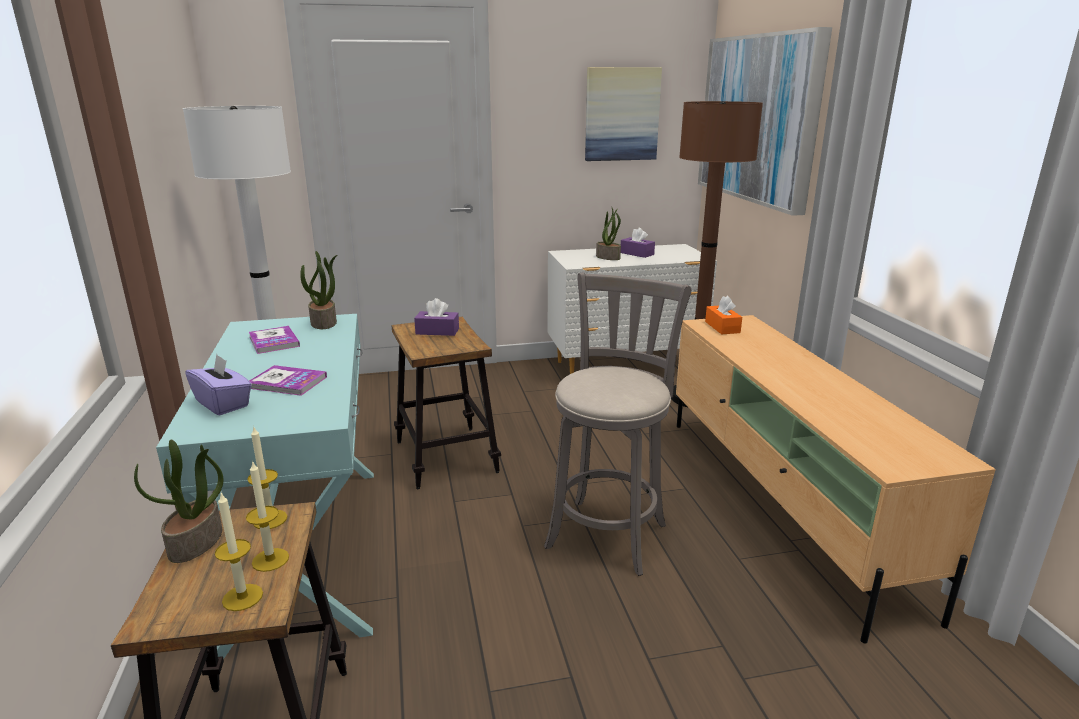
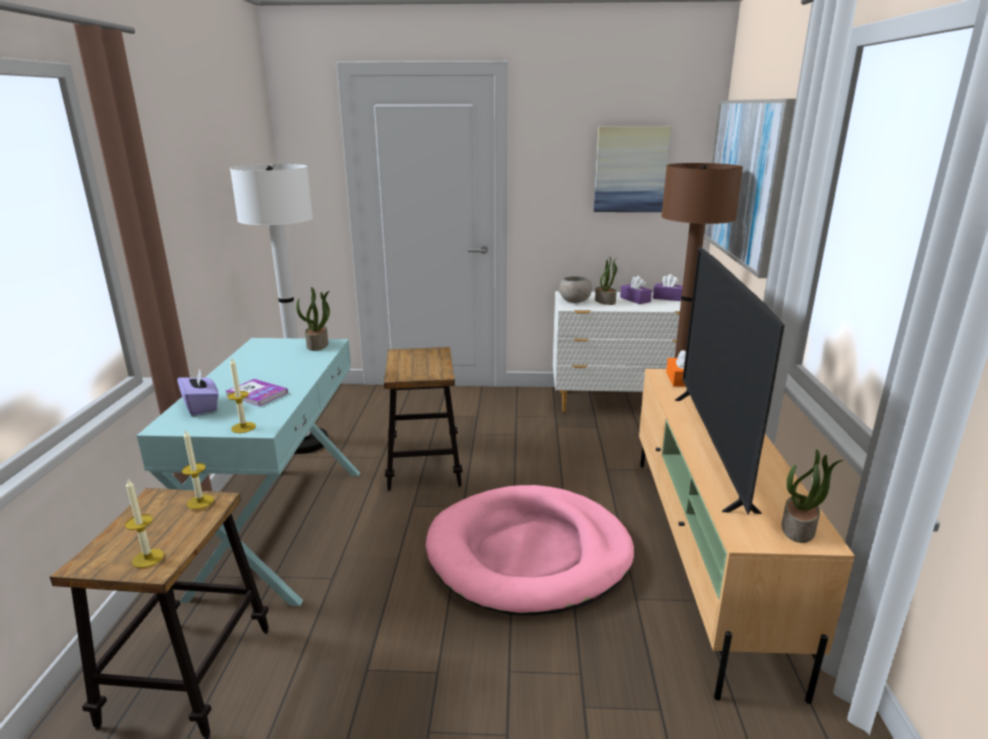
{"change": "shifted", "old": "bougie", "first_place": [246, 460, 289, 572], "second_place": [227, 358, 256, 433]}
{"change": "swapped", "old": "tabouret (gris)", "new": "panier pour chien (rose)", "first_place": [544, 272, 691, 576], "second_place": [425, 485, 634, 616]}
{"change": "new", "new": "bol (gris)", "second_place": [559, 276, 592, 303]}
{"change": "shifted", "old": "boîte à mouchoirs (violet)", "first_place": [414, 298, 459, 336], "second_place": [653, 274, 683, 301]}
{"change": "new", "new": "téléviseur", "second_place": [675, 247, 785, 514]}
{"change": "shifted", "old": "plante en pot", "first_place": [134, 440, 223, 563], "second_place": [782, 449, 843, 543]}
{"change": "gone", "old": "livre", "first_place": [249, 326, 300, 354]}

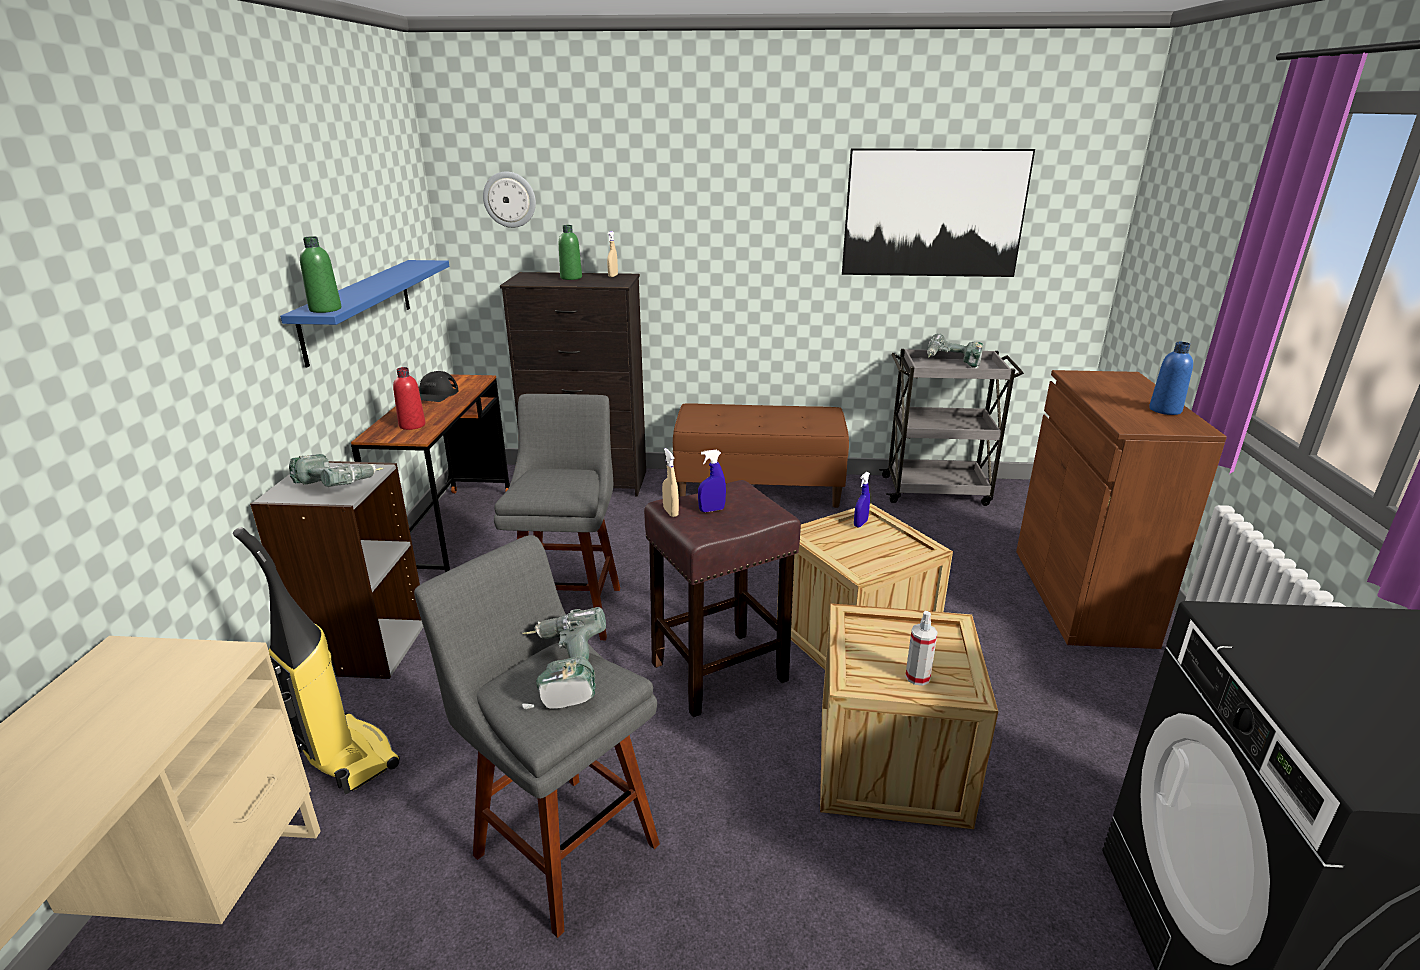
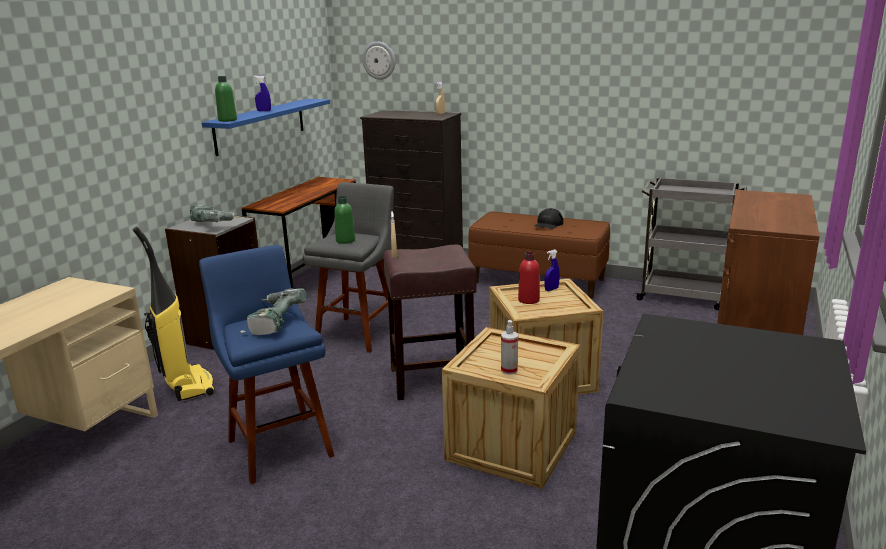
{"change": "repainted", "old": "tabouret (gris)", "new": "tabouret (bleu)", "first_place": [414, 535, 660, 938], "second_place": [199, 245, 334, 484]}
{"change": "shifted", "old": "vaporisateur (bleu)", "first_place": [698, 450, 726, 512], "second_place": [254, 76, 271, 111]}
{"change": "shifted", "old": "bouteille (vert)", "first_place": [559, 225, 582, 280], "second_place": [334, 196, 355, 244]}
{"change": "shifted", "old": "bouteille (rouge)", "first_place": [393, 367, 425, 430], "second_place": [518, 252, 540, 304]}
{"change": "shifted", "old": "casquette (noir)", "first_place": [419, 371, 459, 402], "second_place": [534, 208, 563, 229]}
{"change": "gone", "old": "tableau", "first_place": [842, 148, 1035, 277]}
{"change": "gone", "old": "perceuse", "first_place": [927, 334, 983, 368]}
{"change": "gone", "old": "bouteille (bleu)", "first_place": [1149, 342, 1193, 415]}

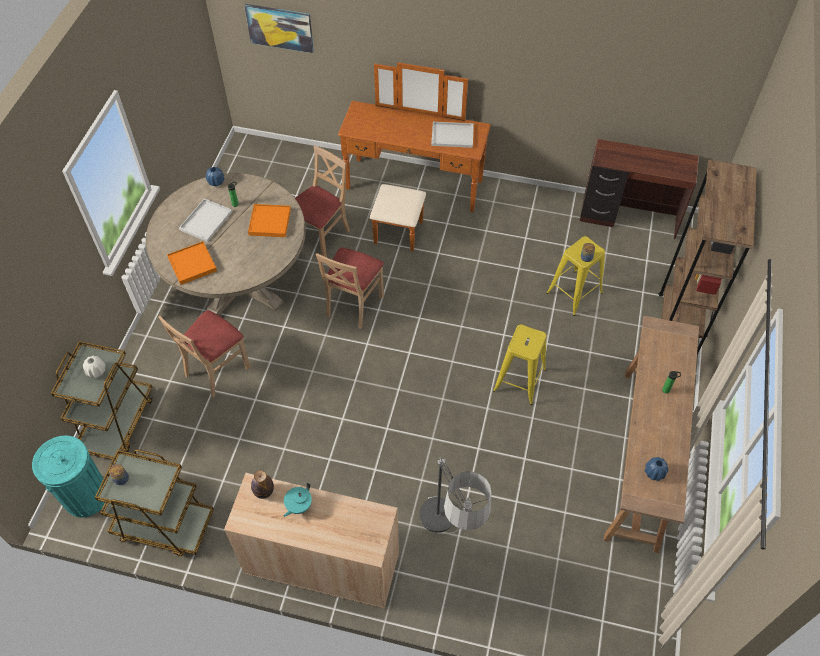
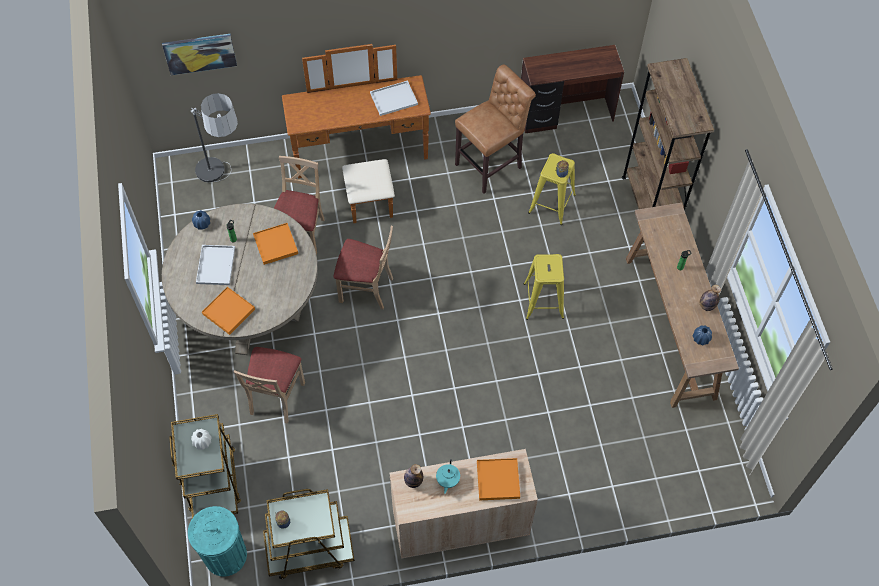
{"change": "shifted", "old": "lampadaire", "first_place": [419, 457, 491, 534], "second_place": [191, 93, 238, 182]}
{"change": "rotated", "old": "chaise (beige)", "first_place": [316, 248, 384, 329], "second_place": [334, 226, 393, 309], "degrees": -75}
{"change": "new", "new": "tabouret (marron)", "second_place": [455, 64, 536, 194]}
{"change": "new", "new": "plateau (orange)", "second_place": [477, 458, 520, 500]}
{"change": "new", "new": "bouteille", "second_place": [700, 285, 721, 311]}

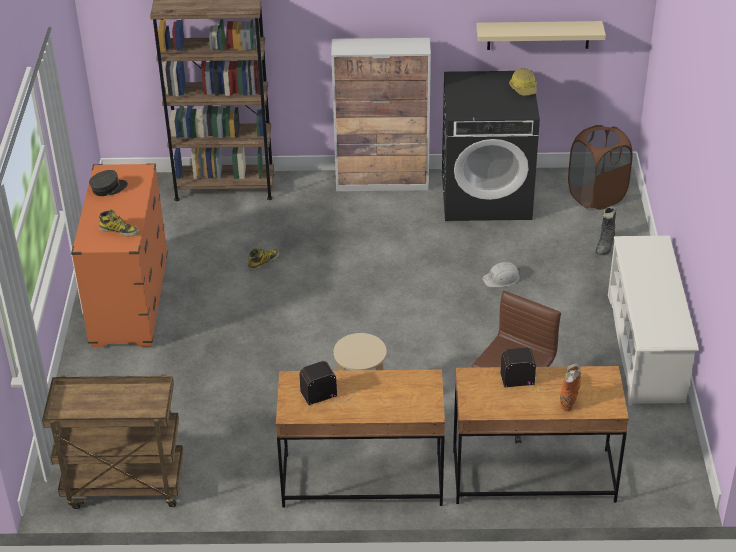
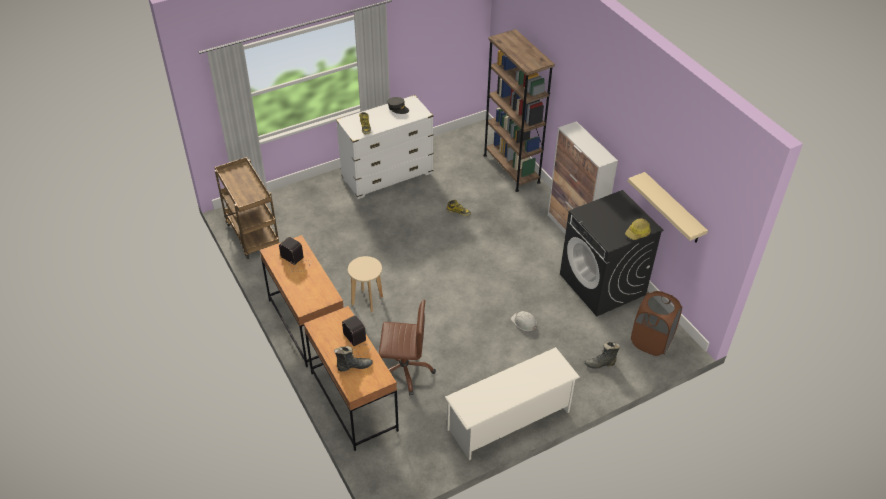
{"change": "repainted", "old": "botte (orange)", "new": "botte (noir)", "first_place": [560, 364, 581, 411], "second_place": [334, 346, 373, 372]}
{"change": "repainted", "old": "commode (orange)", "new": "commode (blanc)", "first_place": [71, 163, 168, 348], "second_place": [336, 95, 434, 199]}

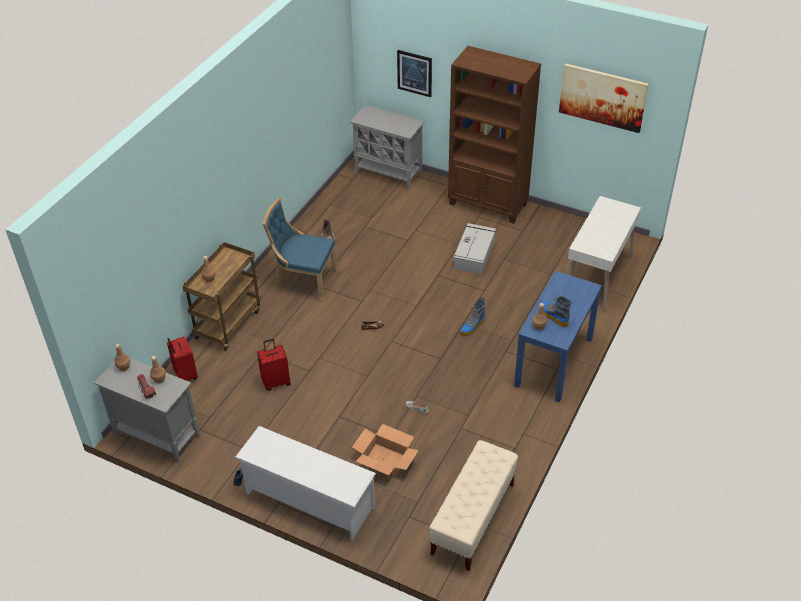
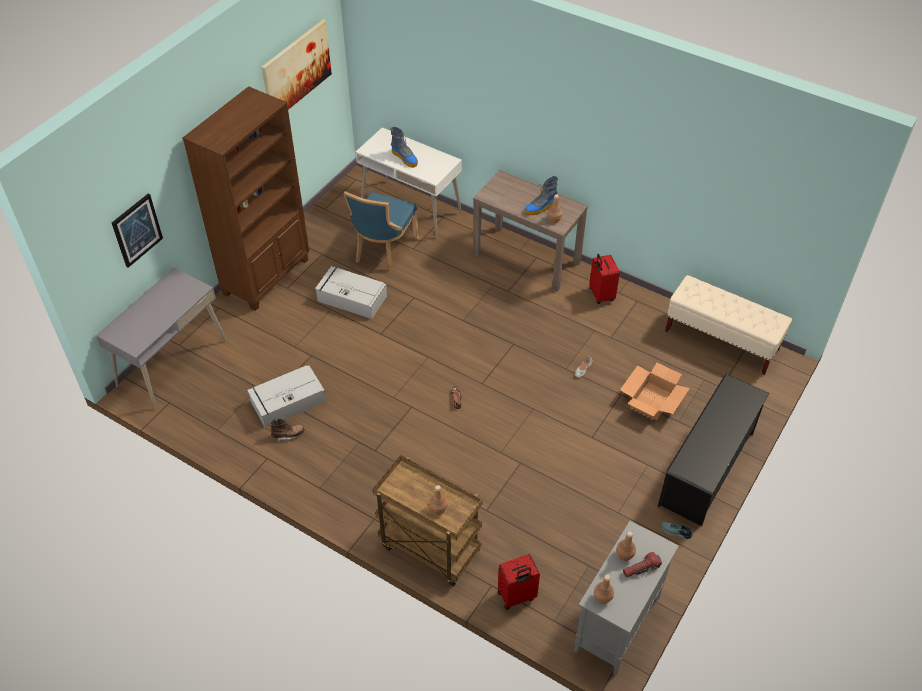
{"change": "swapped", "old": "meuble de rangement (gris)", "new": "bureau (gris)", "first_place": [350, 105, 425, 190], "second_place": [96, 268, 227, 409]}
{"change": "new", "new": "boîte de rangement (gris)", "second_place": [247, 365, 326, 428]}
{"change": "shifted", "old": "chaise (bleu)", "first_place": [263, 198, 338, 301], "second_place": [344, 191, 419, 272]}
{"change": "shifted", "old": "botte", "first_place": [460, 297, 485, 336], "second_place": [390, 127, 418, 168]}
{"change": "repainted", "old": "table console (bleu)", "new": "table console (marron)", "first_place": [514, 271, 602, 403], "second_place": [473, 170, 588, 292]}
{"change": "shifted", "old": "valise (rouge)", "first_place": [257, 339, 291, 391], "second_place": [589, 254, 620, 304]}
{"change": "repainted", "old": "étagère à chaussures (blanc)", "new": "étagère à chaussures (noir)", "first_place": [235, 426, 376, 540], "second_place": [658, 374, 769, 526]}

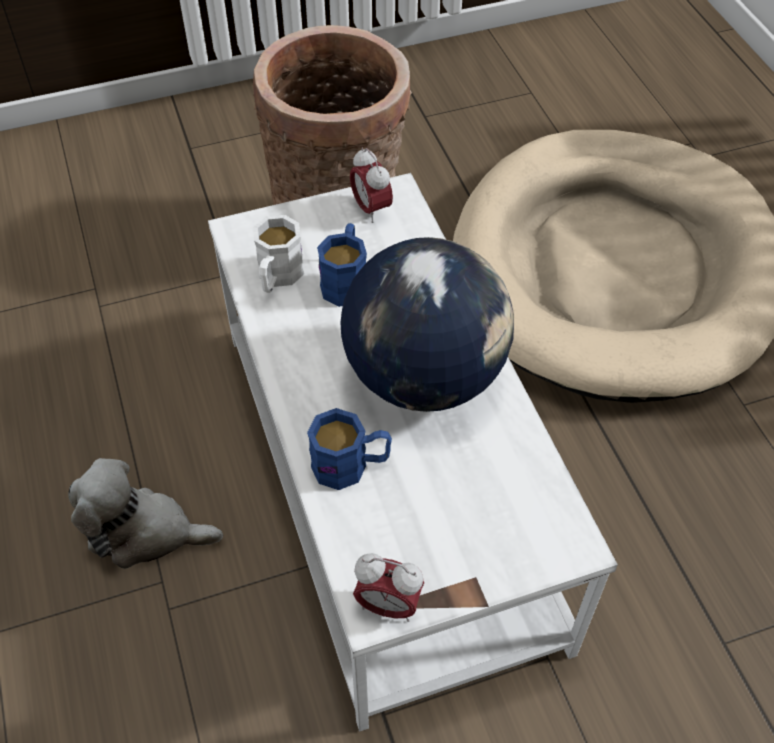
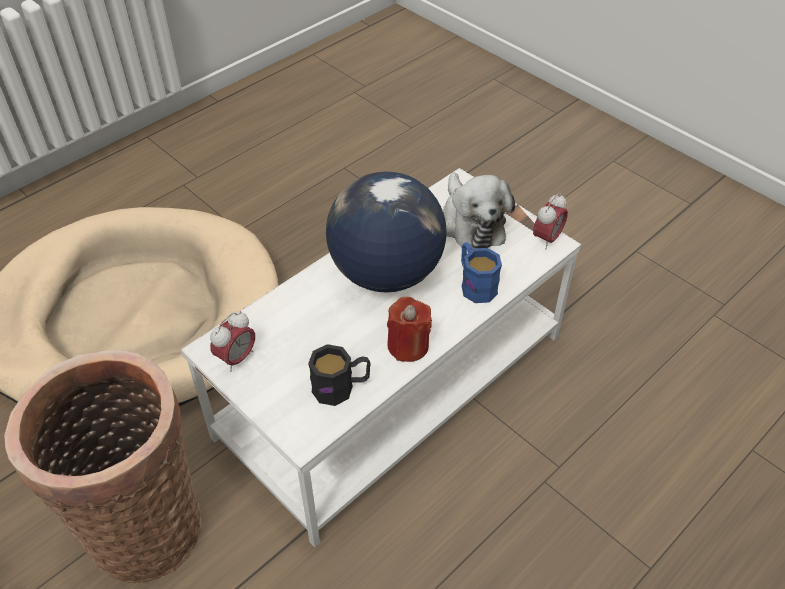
{"change": "repainted", "old": "mug (blanc)", "new": "mug (noir)", "first_place": [253, 215, 304, 293], "second_place": [308, 344, 371, 406]}
{"change": "new", "new": "bougie (rouge)", "second_place": [387, 297, 432, 362]}
{"change": "shifted", "old": "peluche", "first_place": [68, 458, 223, 569], "second_place": [443, 172, 515, 249]}
{"change": "rotated", "old": "réveil", "first_place": [353, 553, 424, 622], "second_place": [533, 193, 568, 249], "degrees": 45}
{"change": "gone", "old": "mug (bleu)", "first_place": [317, 223, 367, 307]}

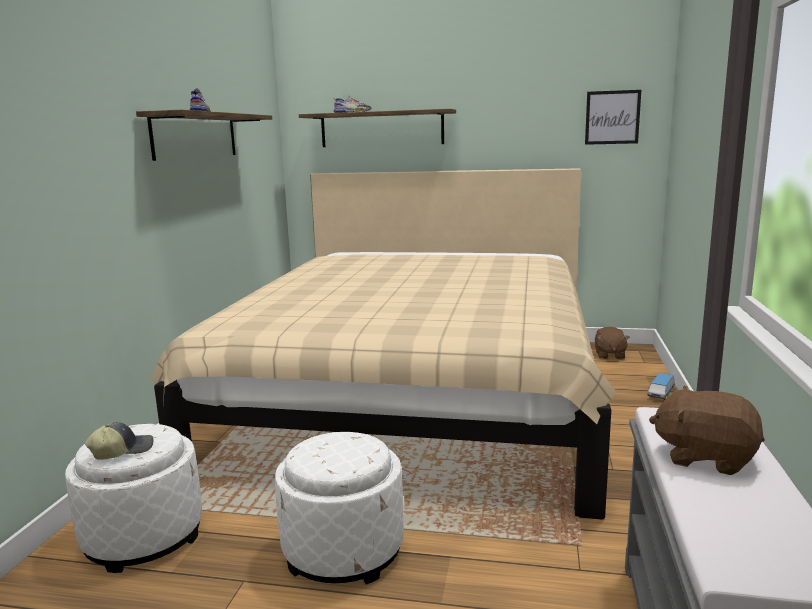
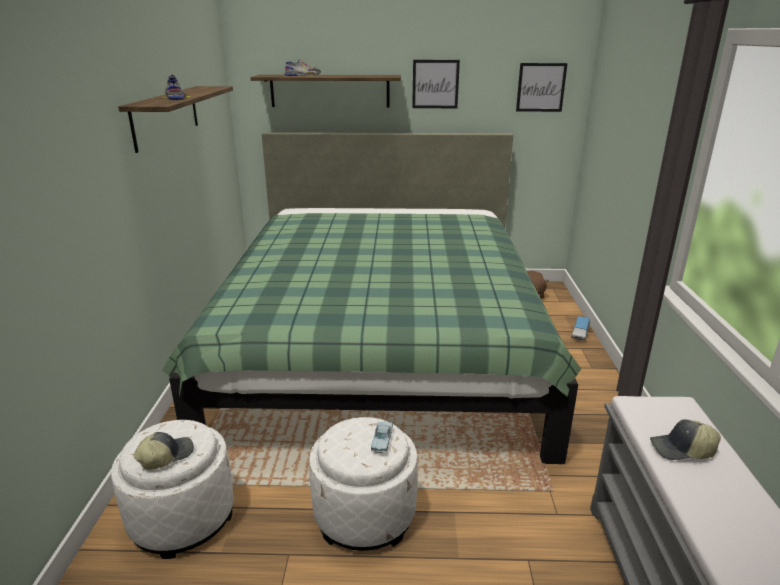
{"change": "repainted", "old": "lit (beige)", "new": "lit (vert)", "first_place": [151, 168, 616, 520], "second_place": [162, 132, 581, 464]}
{"change": "new", "new": "petite voiture (bleu)", "second_place": [371, 421, 393, 453]}
{"change": "new", "new": "tableau", "second_place": [412, 60, 460, 108]}
{"change": "swapped", "old": "peluche (marron)", "new": "casquette", "first_place": [649, 386, 765, 475], "second_place": [650, 419, 721, 460]}

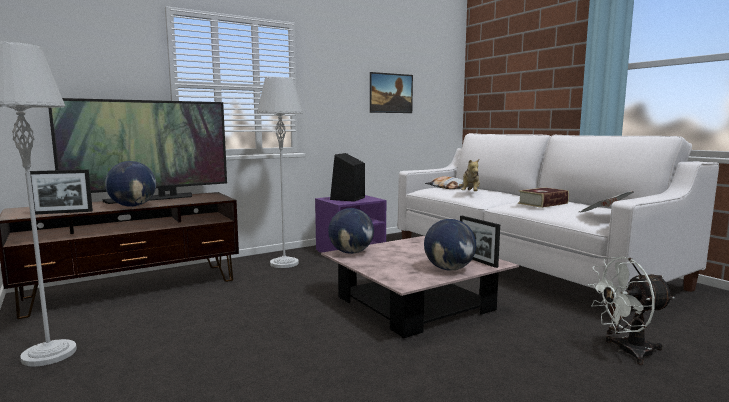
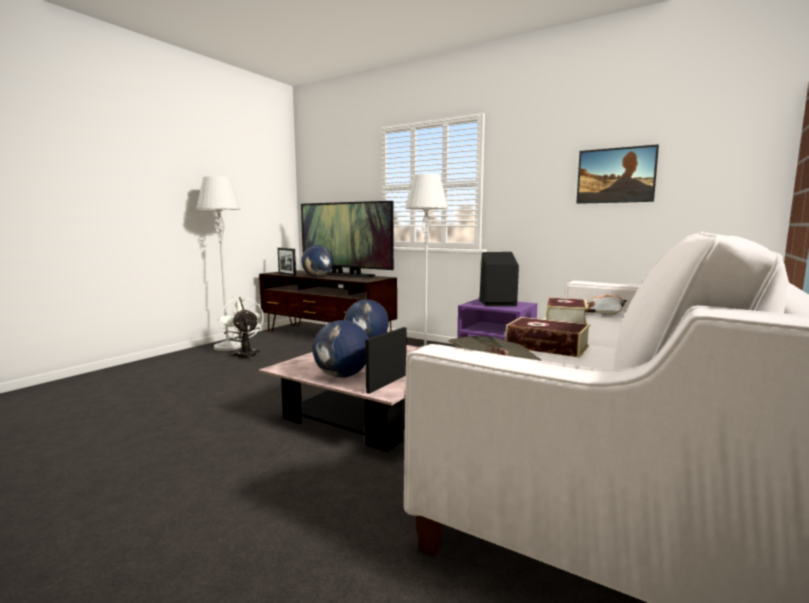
{"change": "shifted", "old": "ventilateur (blanc)", "first_place": [588, 257, 675, 365], "second_place": [217, 297, 264, 361]}
{"change": "swapped", "old": "peluche", "new": "livre", "first_place": [459, 158, 480, 191], "second_place": [545, 298, 588, 324]}

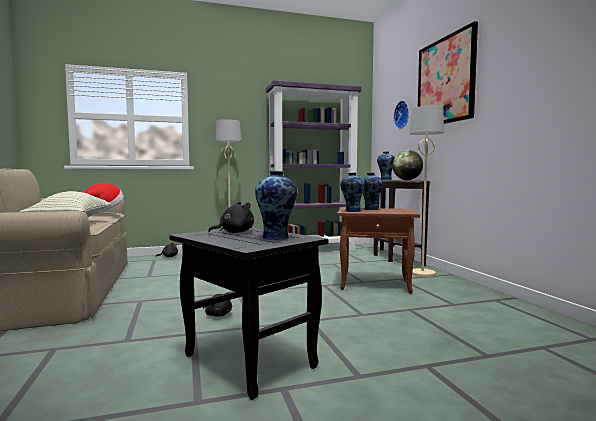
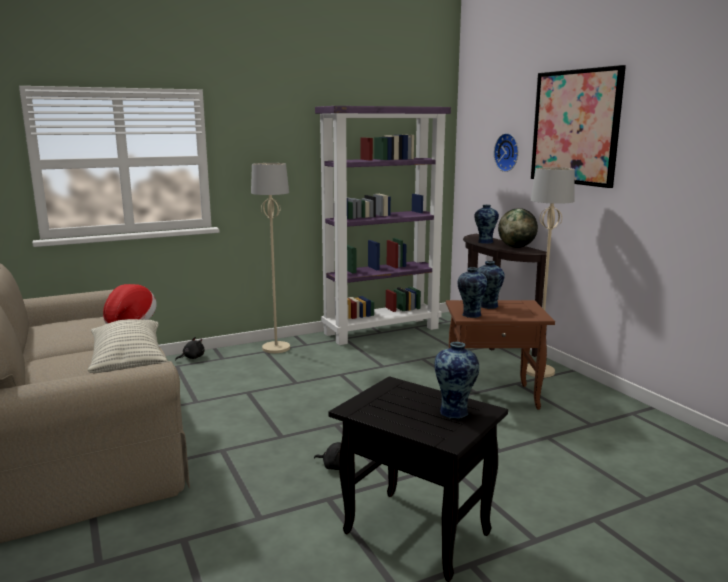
{"change": "gone", "old": "peluche (noir)", "first_place": [208, 202, 254, 233]}

